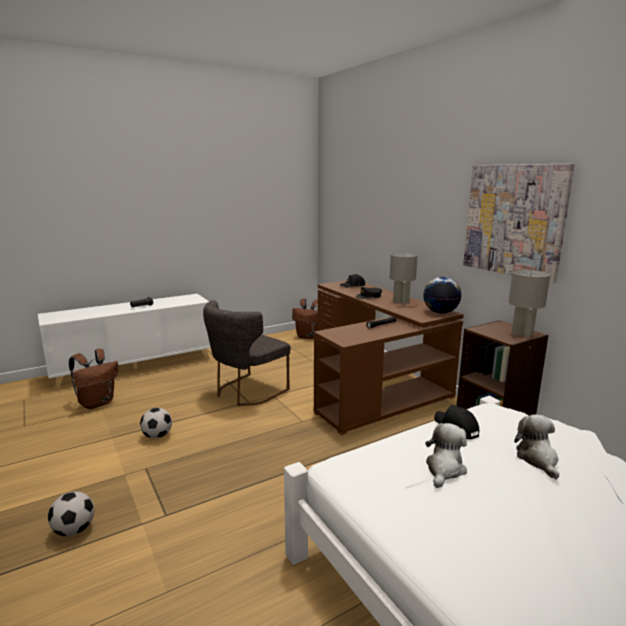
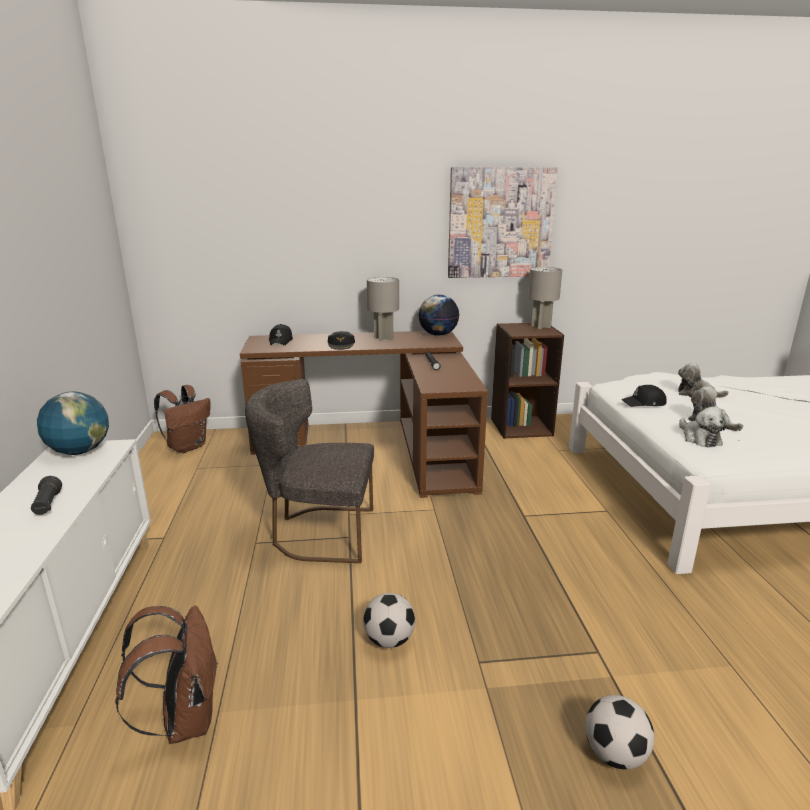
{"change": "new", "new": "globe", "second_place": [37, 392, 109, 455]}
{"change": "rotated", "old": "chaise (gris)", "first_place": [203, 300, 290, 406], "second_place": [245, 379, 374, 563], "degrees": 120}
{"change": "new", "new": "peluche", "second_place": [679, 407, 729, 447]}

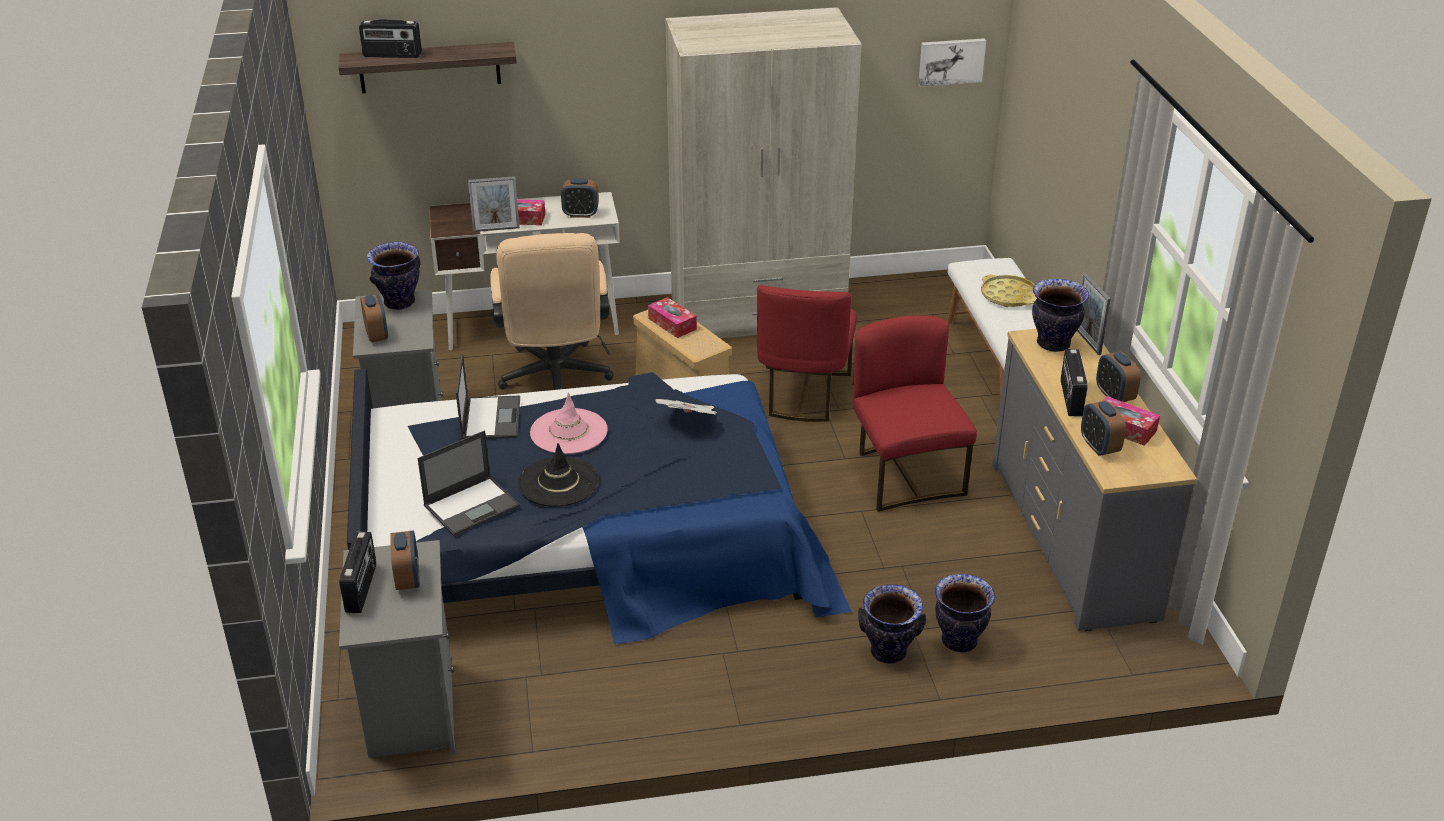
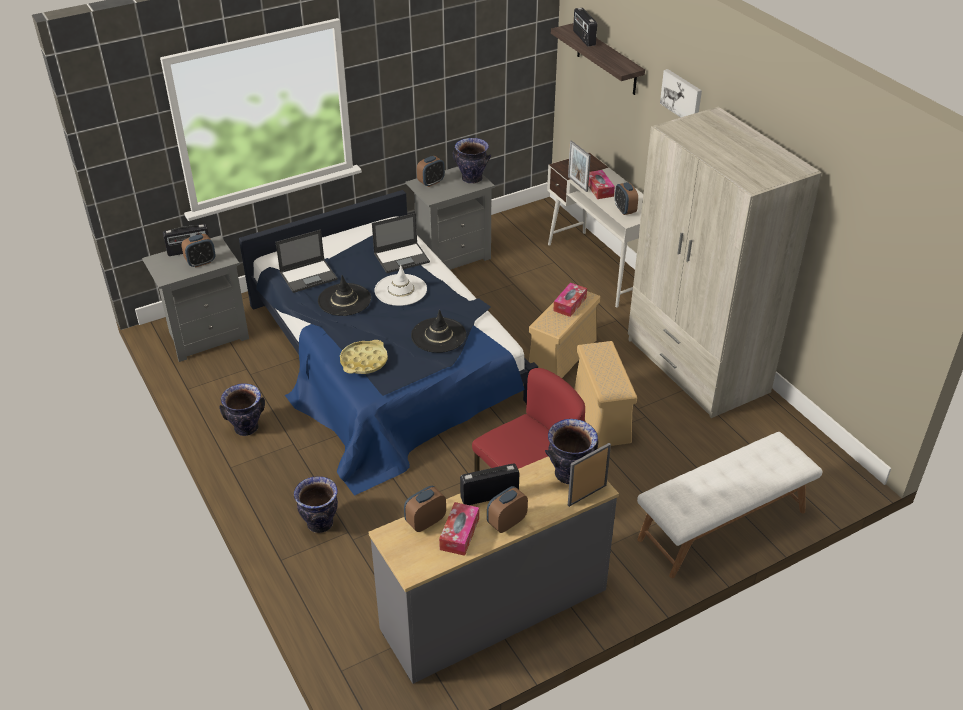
{"change": "shifted", "old": "vase", "first_place": [935, 574, 995, 652], "second_place": [219, 383, 265, 436]}
{"change": "rotated", "old": "ordinateur portable", "first_place": [418, 430, 520, 536], "second_place": [276, 229, 338, 293], "degrees": -60}
{"change": "shifted", "old": "plateau (jaune)", "first_place": [981, 275, 1037, 307], "second_place": [340, 340, 388, 374]}
{"change": "repainted", "old": "chapeau (rose)", "new": "chapeau (blanc)", "first_place": [530, 392, 608, 454], "second_place": [374, 265, 427, 306]}
{"change": "swapped", "old": "journal", "new": "chapeau (noir)", "first_place": [655, 399, 717, 415], "second_place": [411, 309, 466, 353]}
{"change": "swapped", "old": "chaise (rouge)", "new": "boîte de rangement (beige)", "first_place": [757, 285, 857, 422], "second_place": [574, 341, 637, 448]}
{"change": "shifted", "old": "tableau", "first_place": [918, 38, 986, 87], "second_place": [660, 69, 702, 118]}
{"change": "gone", "old": "chaise de bureau (beige)", "first_place": [490, 233, 614, 390]}

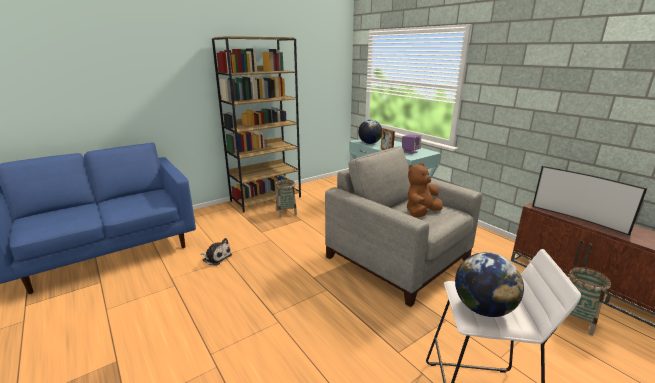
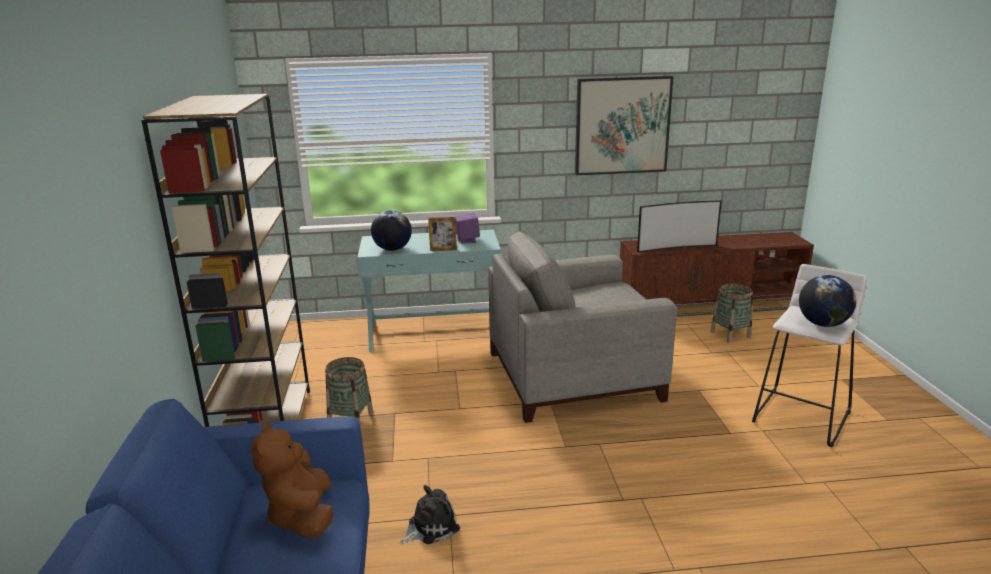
{"change": "shifted", "old": "peluche (marron)", "first_place": [407, 163, 443, 217], "second_place": [251, 422, 333, 538]}
{"change": "new", "new": "tableau", "second_place": [575, 76, 673, 175]}

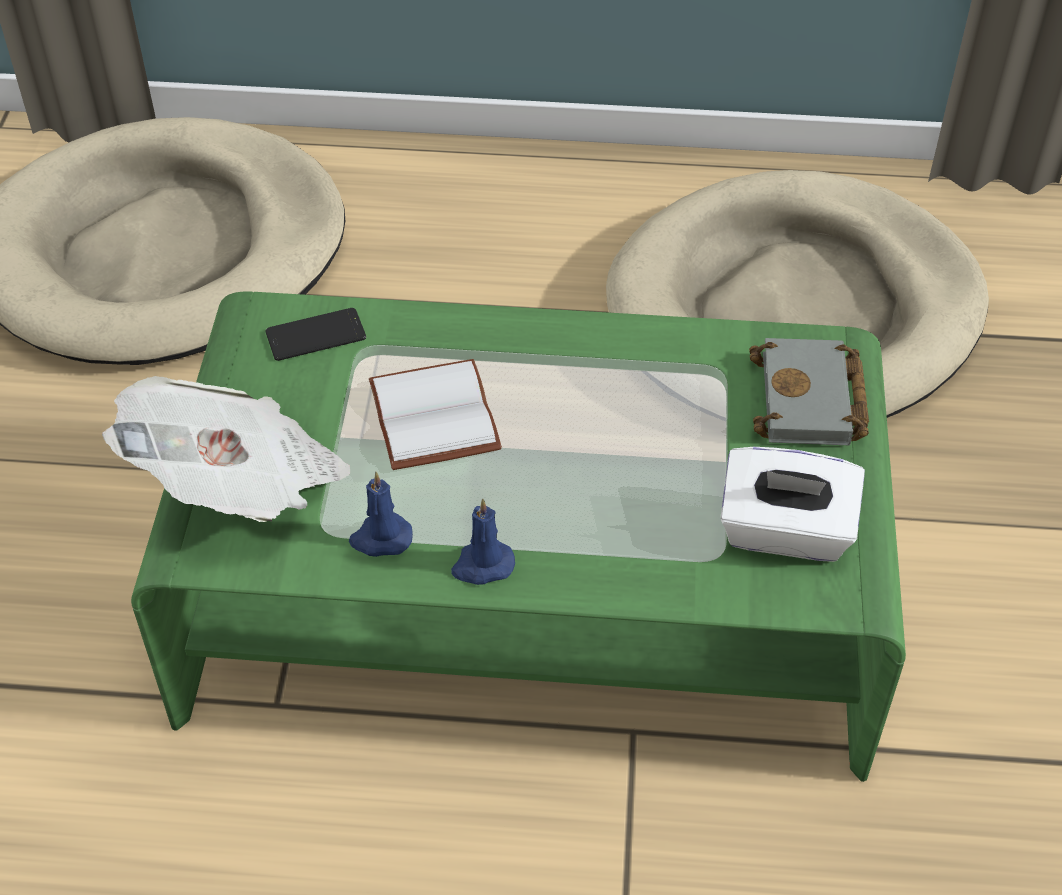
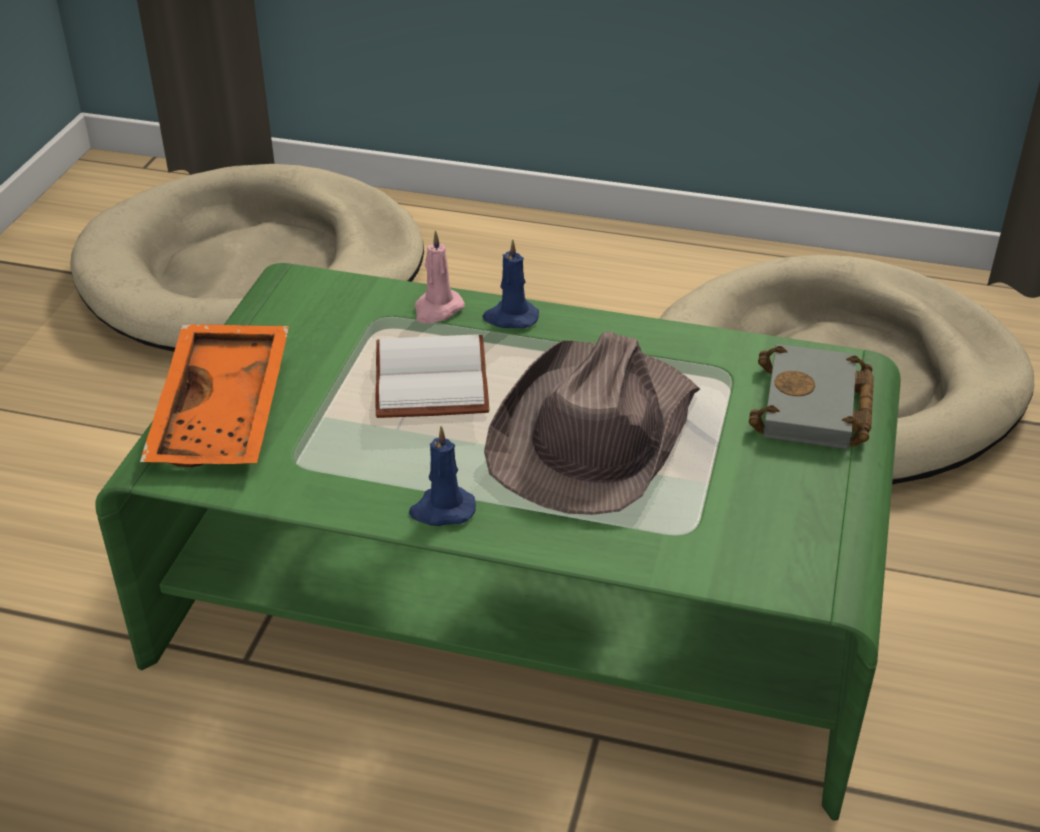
{"change": "swapped", "old": "journal", "new": "plateau (orange)", "first_place": [102, 376, 350, 522], "second_place": [140, 324, 289, 467]}
{"change": "new", "new": "bougie (rose)", "second_place": [414, 230, 465, 323]}
{"change": "shifted", "old": "bougie (bleu)", "first_place": [349, 472, 413, 557], "second_place": [482, 239, 539, 328]}
{"change": "new", "new": "chapeau (marron)", "second_place": [484, 331, 700, 515]}
{"change": "gone", "old": "téléphone", "first_place": [266, 308, 366, 361]}
{"change": "gone", "old": "boîte à mouchoirs (blanc)", "first_place": [720, 447, 865, 562]}

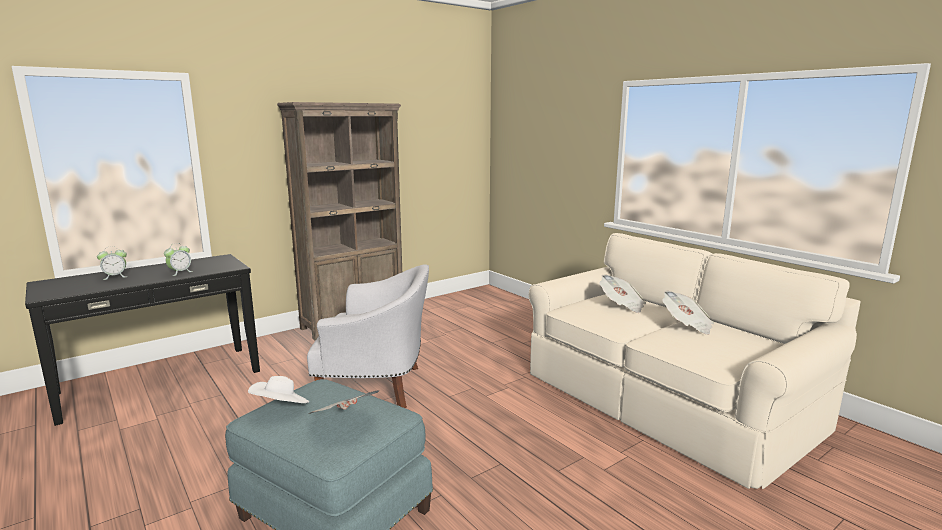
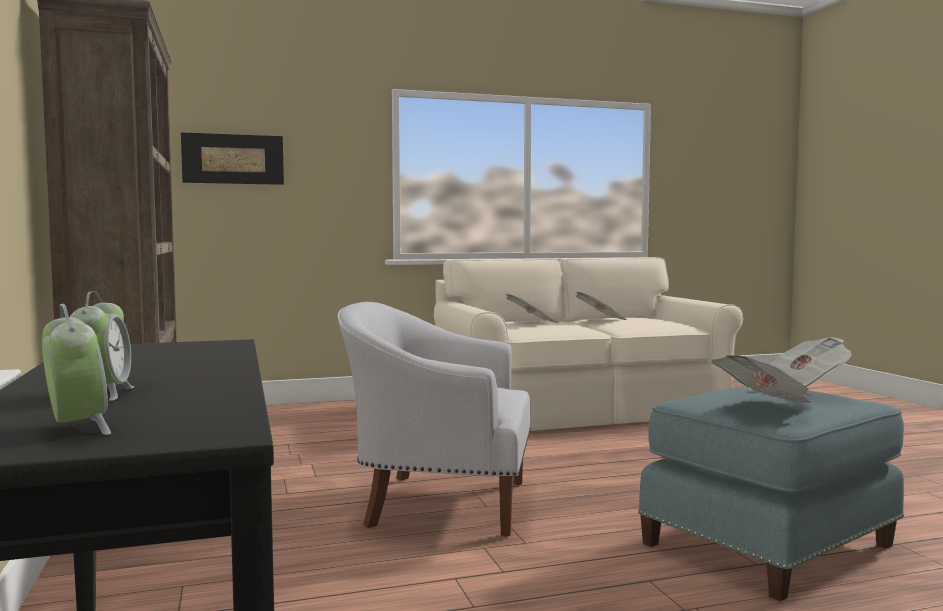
{"change": "shifted", "old": "réveil", "first_place": [164, 243, 193, 276], "second_place": [42, 304, 111, 435]}
{"change": "new", "new": "tableau", "second_place": [181, 132, 284, 185]}
{"change": "rotated", "old": "fauteuil (blanc)", "first_place": [307, 265, 429, 408], "second_place": [337, 302, 531, 536], "degrees": -105}
{"change": "swapped", "old": "chapeau (blanc)", "new": "journal", "first_place": [248, 376, 309, 403], "second_place": [712, 355, 811, 403]}

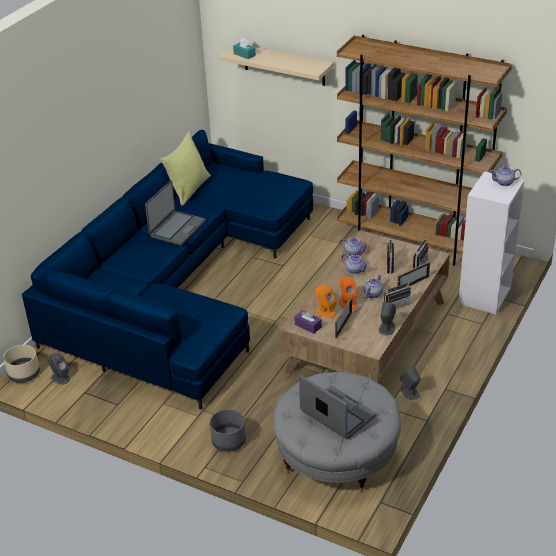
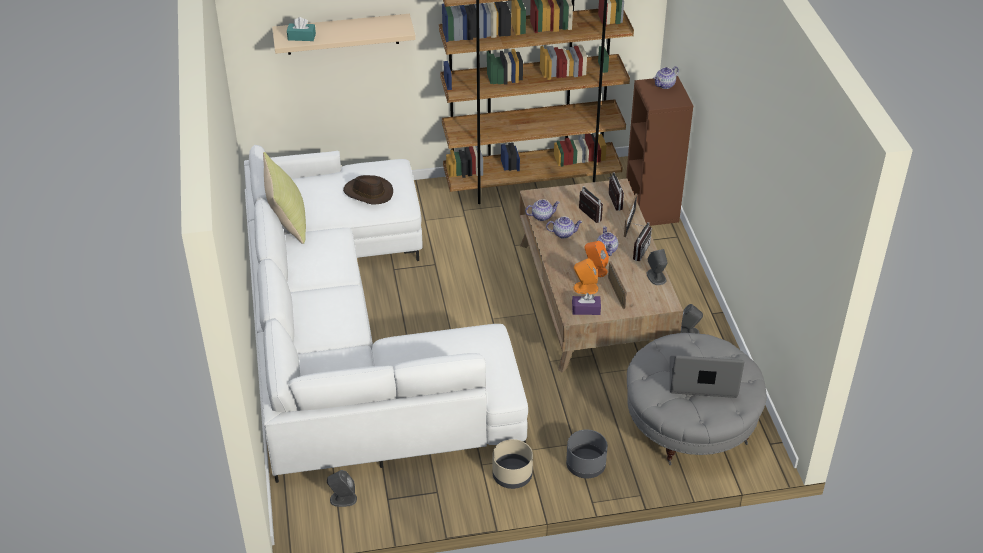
{"change": "repainted", "old": "canapé (bleu)", "new": "canapé (blanc)", "first_place": [22, 129, 313, 410], "second_place": [244, 145, 528, 483]}
{"change": "new", "new": "chapeau (marron)", "second_place": [343, 175, 393, 204]}
{"change": "shifted", "old": "cache-pot (beige)", "first_place": [3, 345, 40, 383], "second_place": [493, 439, 533, 489]}
{"change": "repainted", "old": "bibliothèque (blanc)", "new": "bibliothèque (marron)", "first_place": [458, 171, 524, 314], "second_place": [626, 76, 693, 226]}
{"change": "gone", "old": "ordinateur portable", "first_place": [145, 180, 206, 245]}

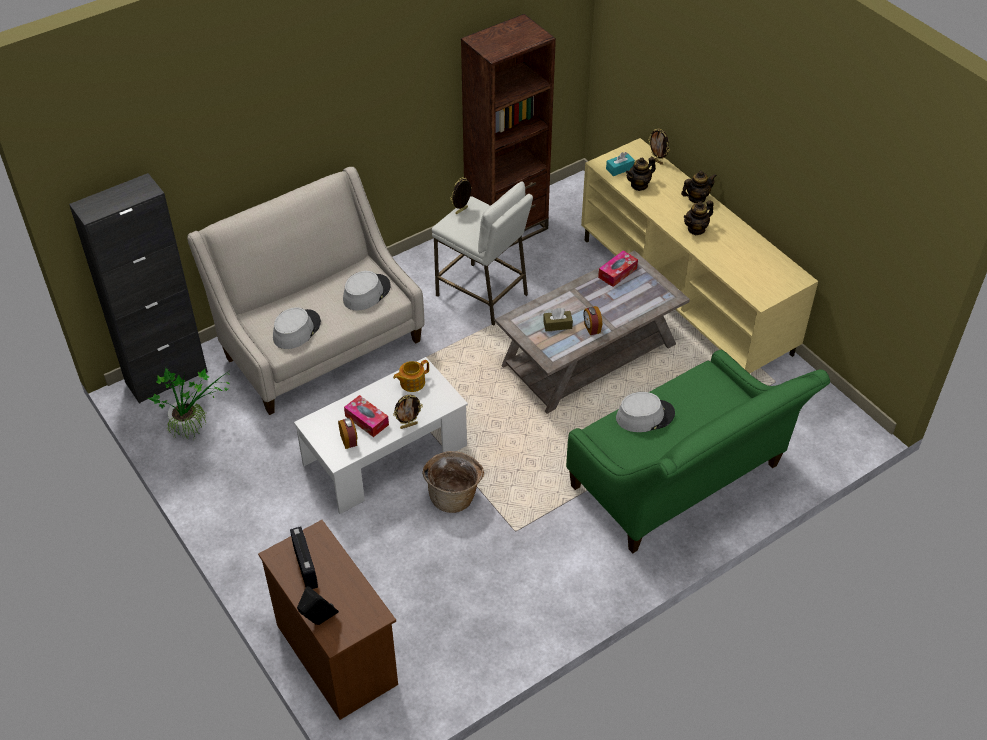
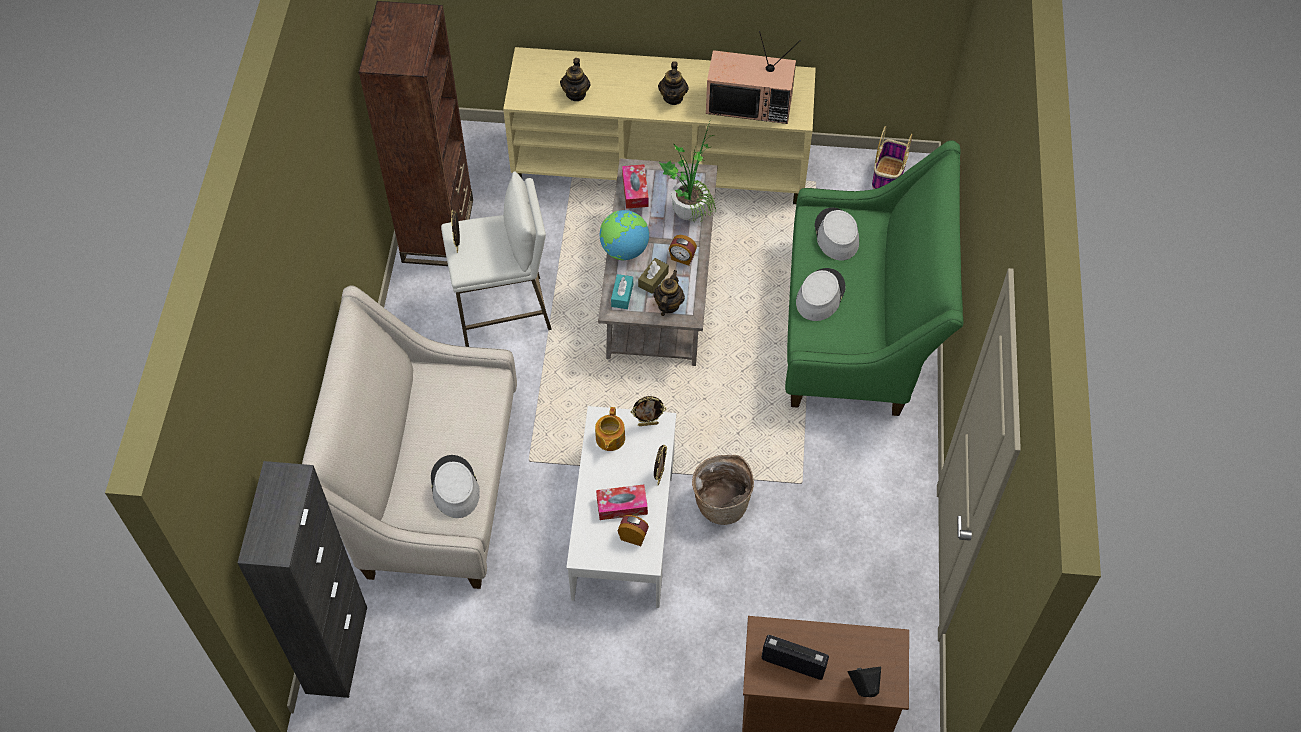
{"change": "new", "new": "globe", "second_place": [600, 210, 649, 260]}
{"change": "shifted", "old": "boîte à mouchoirs (turquoise)", "first_place": [606, 152, 635, 176], "second_place": [611, 274, 633, 309]}
{"change": "shifted", "old": "cadre photo", "first_place": [648, 128, 670, 165], "second_place": [631, 396, 666, 426]}
{"change": "shifted", "old": "théière", "first_place": [681, 171, 717, 203], "second_place": [653, 270, 685, 316]}
{"change": "shifted", "old": "plante en pot", "first_place": [148, 368, 232, 440], "second_place": [659, 119, 717, 223]}
{"change": "new", "new": "téléviseur", "second_place": [706, 31, 801, 124]}
{"change": "shifted", "old": "chapeau (gris)", "first_place": [343, 271, 391, 310], "second_place": [815, 207, 859, 261]}
{"change": "new", "new": "panier", "second_place": [872, 126, 912, 189]}

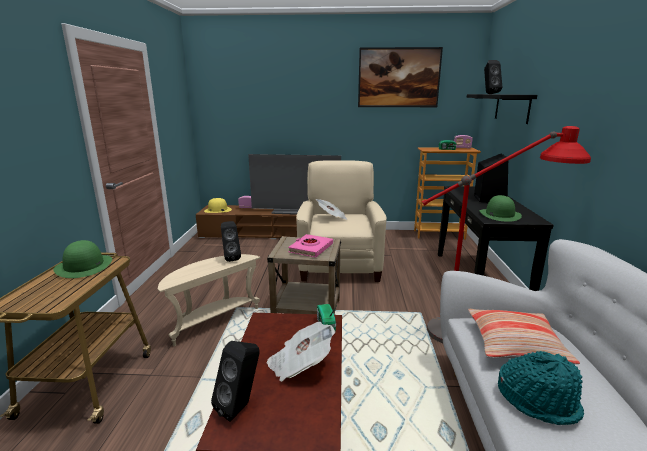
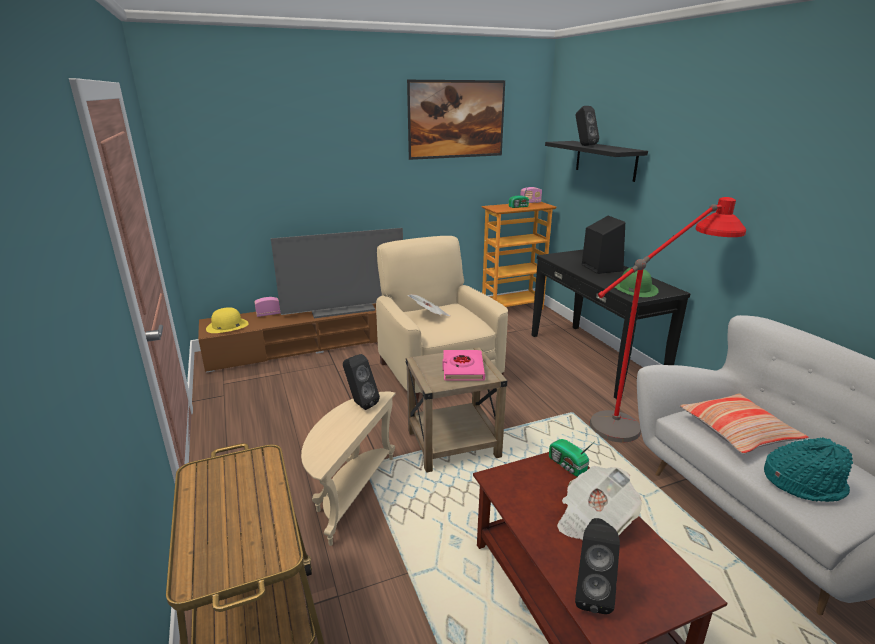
{"change": "gone", "old": "chapeau (vert)", "first_place": [54, 240, 112, 278]}

